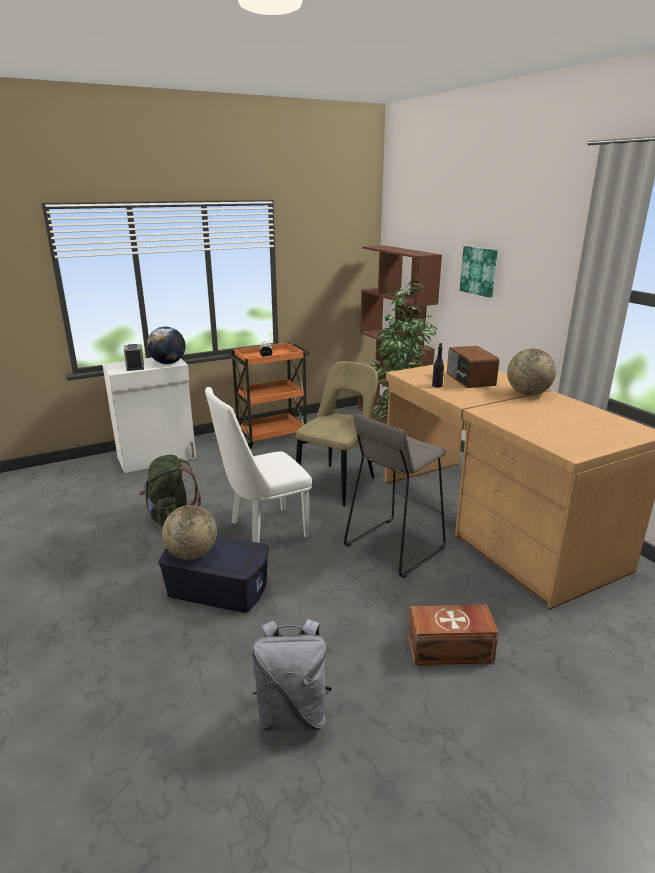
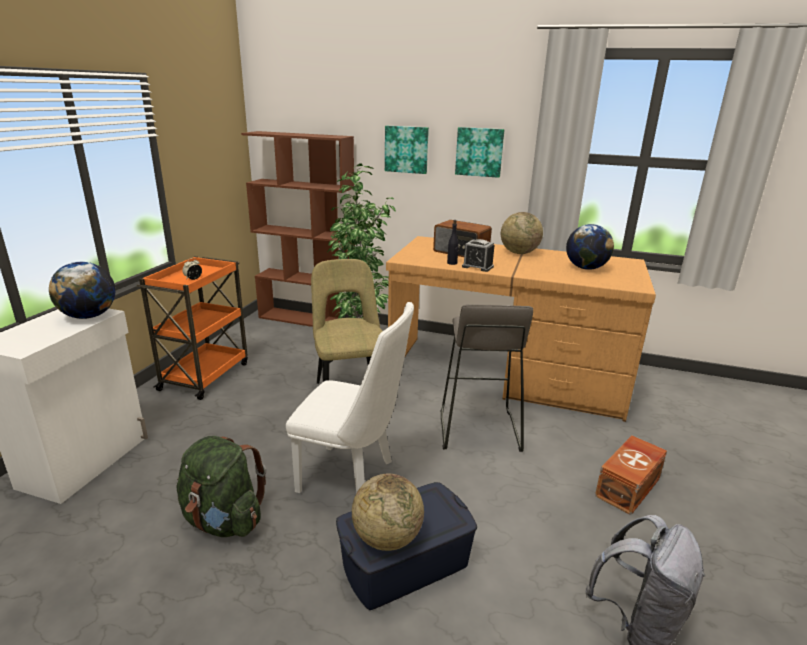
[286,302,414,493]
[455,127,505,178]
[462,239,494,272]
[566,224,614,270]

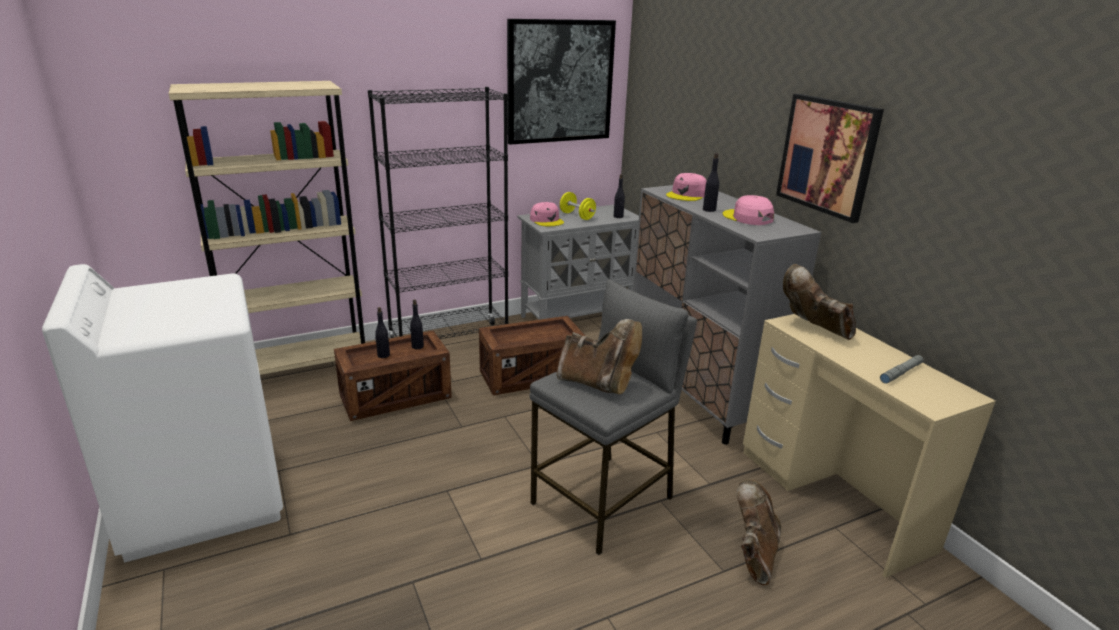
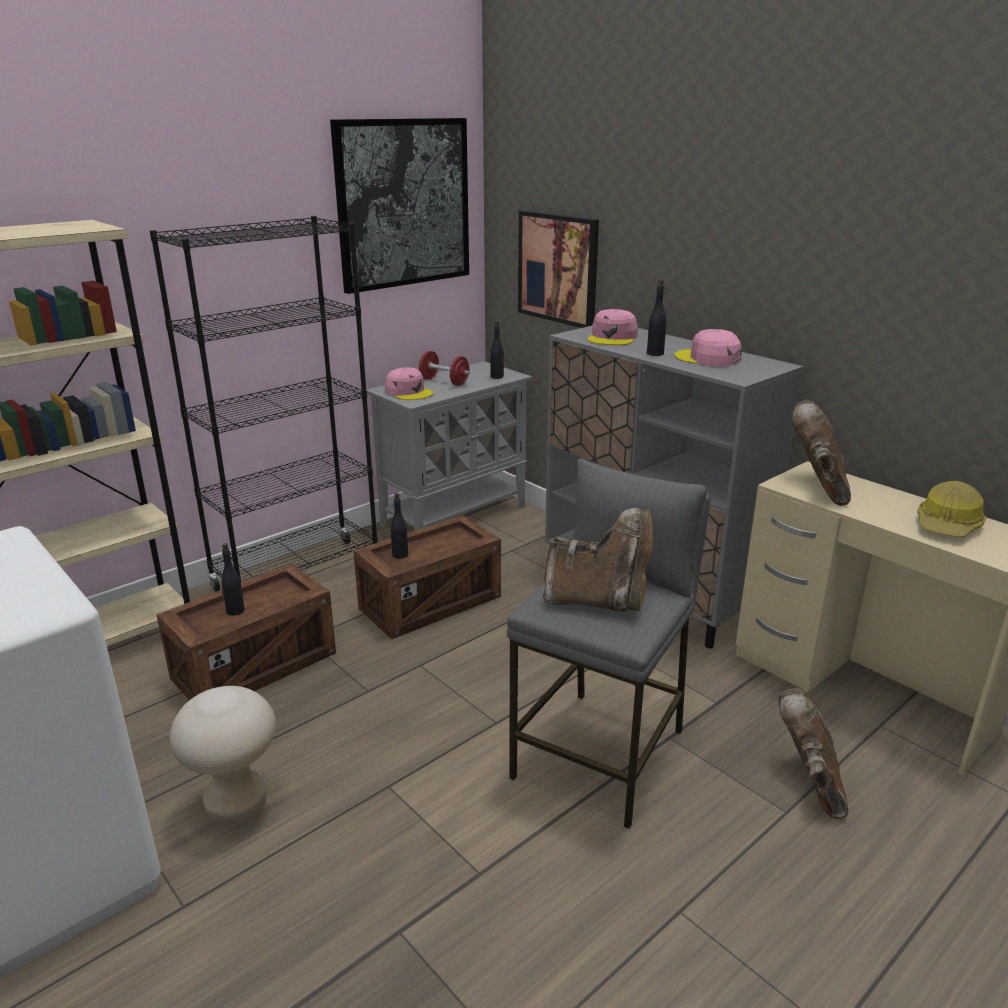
[170,686,276,826]
[390,493,408,559]
[419,351,470,386]
[518,210,599,328]
[792,400,851,506]
[917,481,986,537]

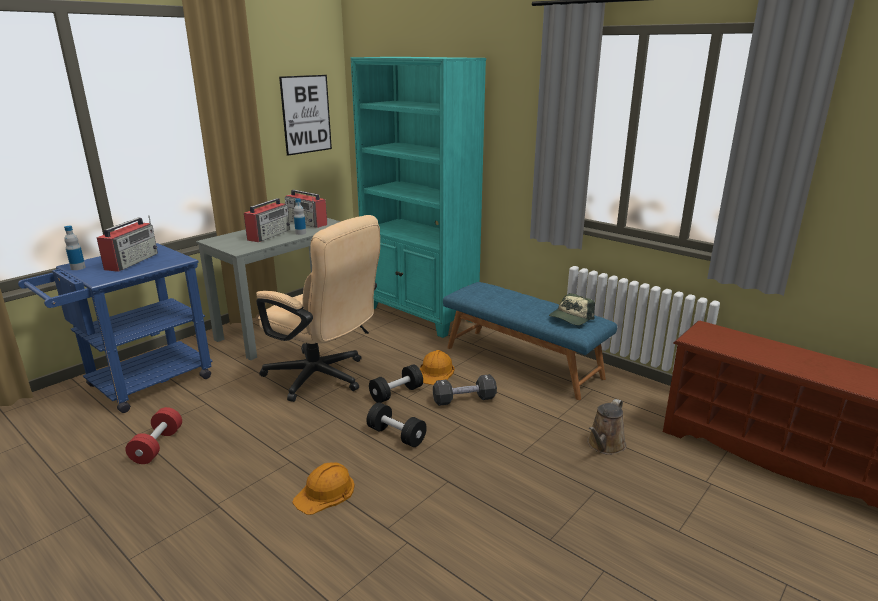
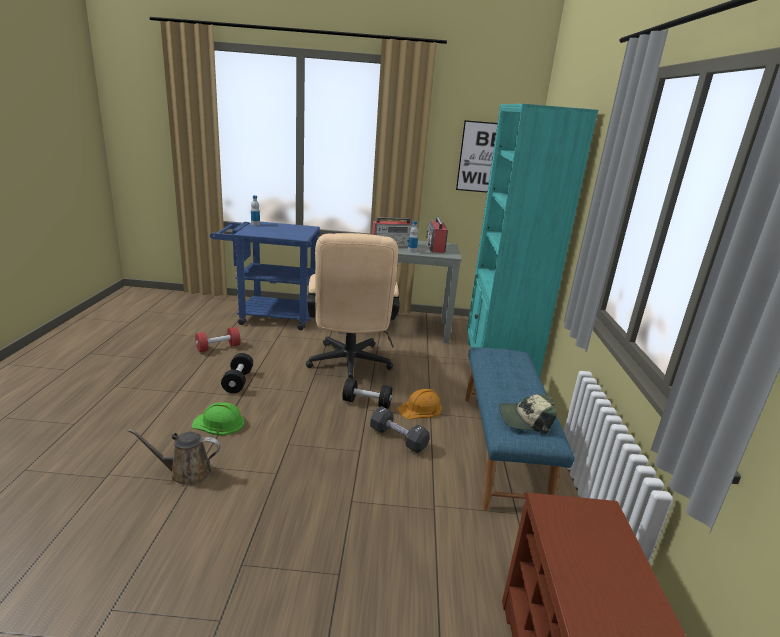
[128,429,221,486]
[191,402,245,436]
[221,353,253,393]
[97,215,158,272] (first image)

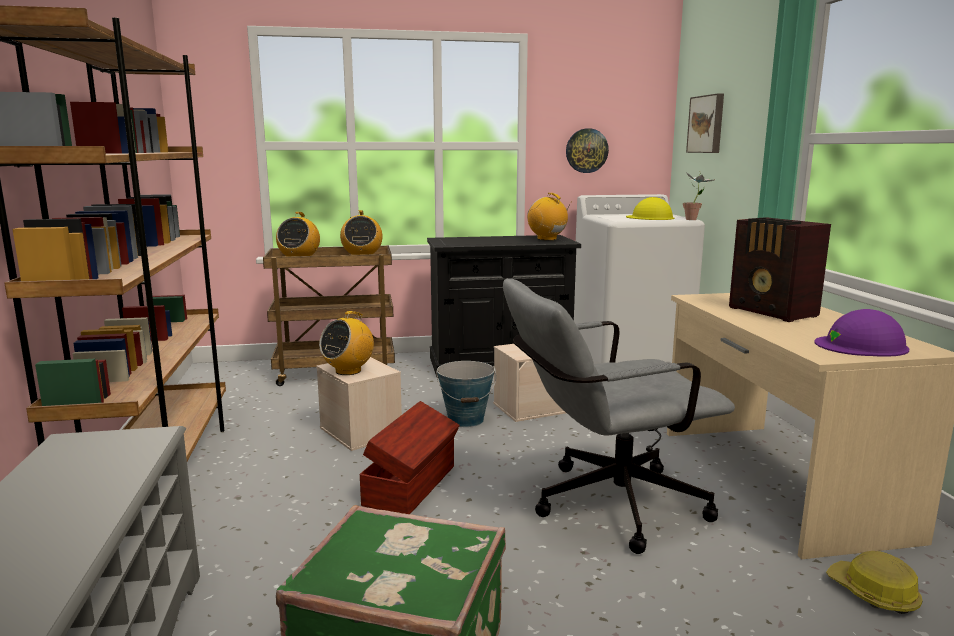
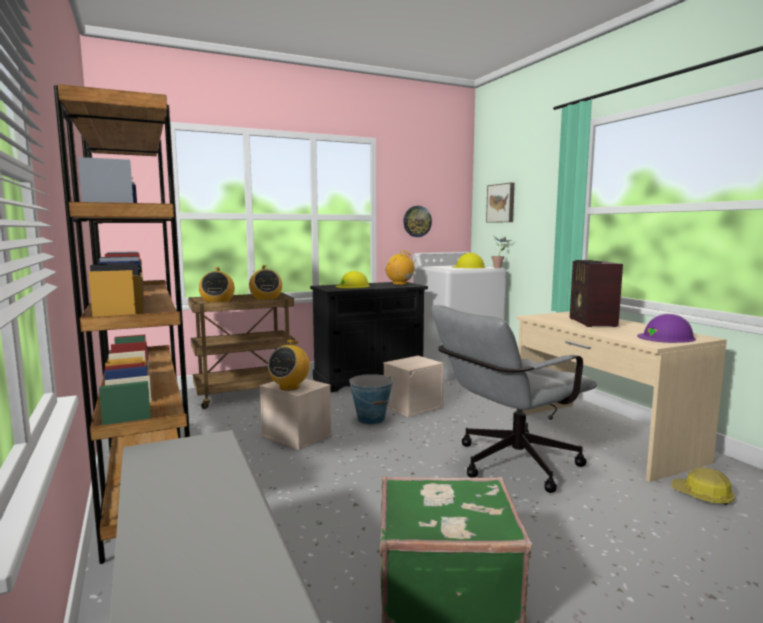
[336,271,370,288]
[570,260,623,327]
[359,401,460,514] (first image)

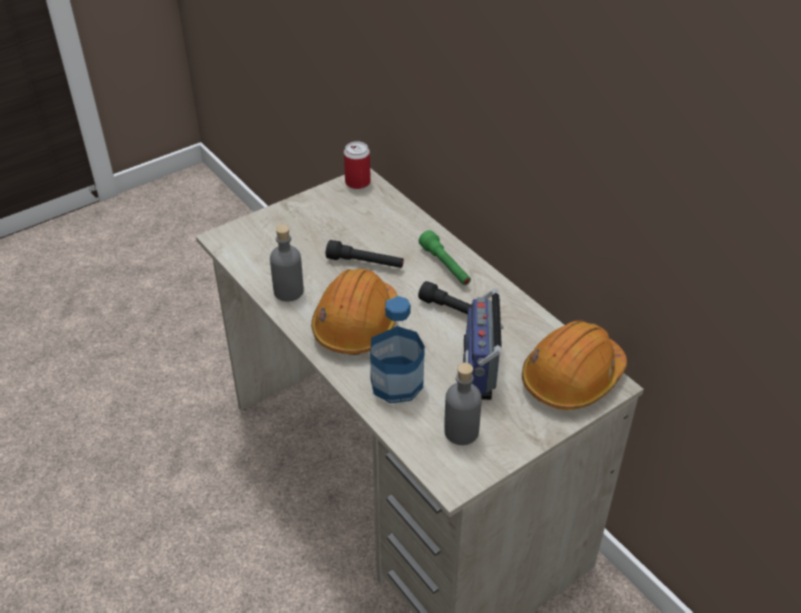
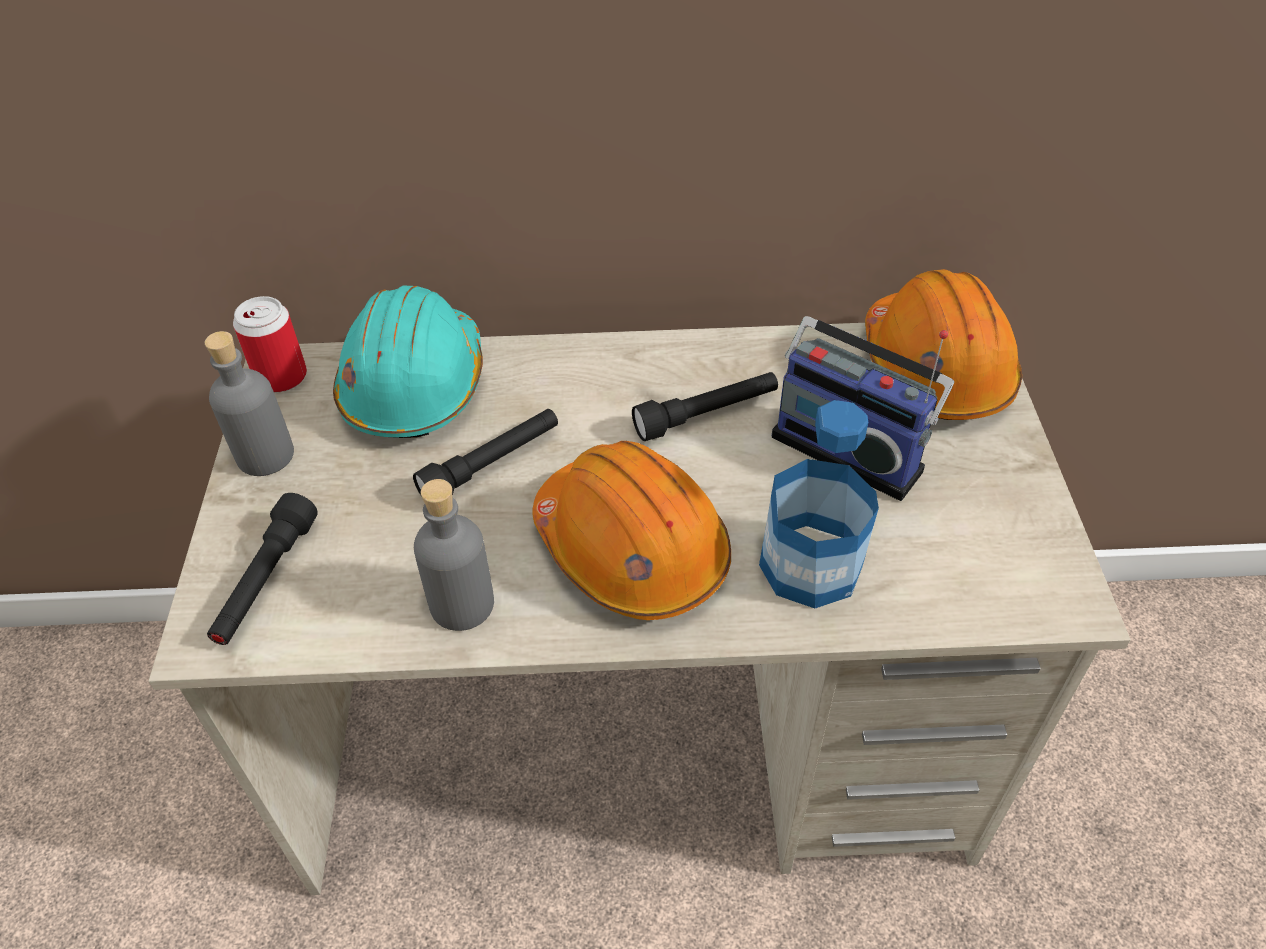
[205,331,294,476]
[207,493,318,645]
[333,286,483,438]
[419,230,471,285] (first image)

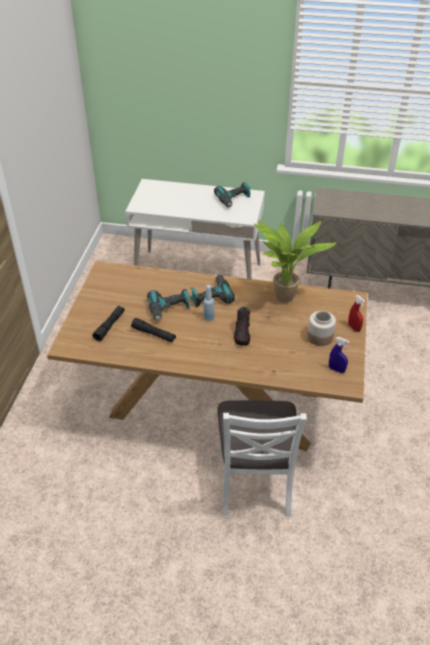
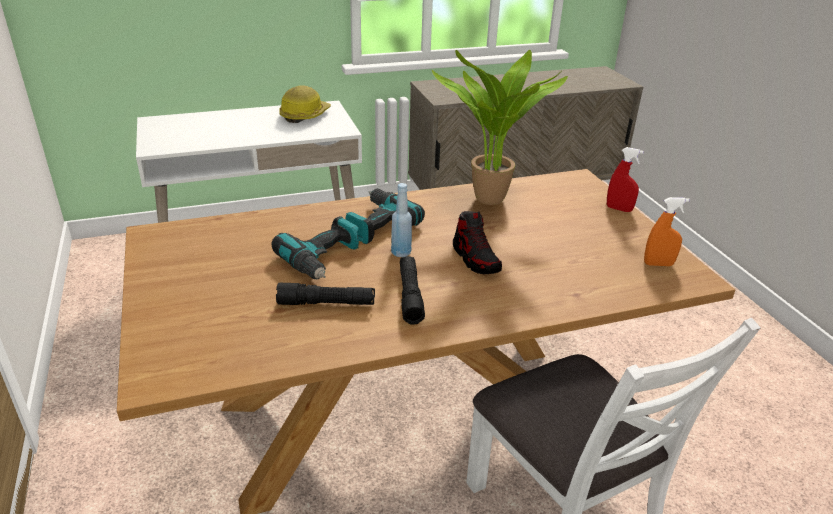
[279,85,331,123]
[400,256,425,325]
[644,197,690,266]
[307,311,336,346] (first image)

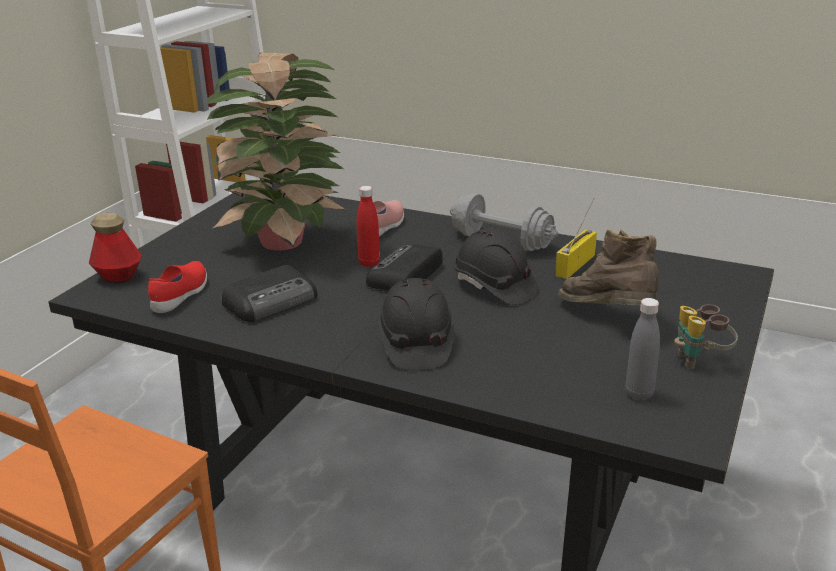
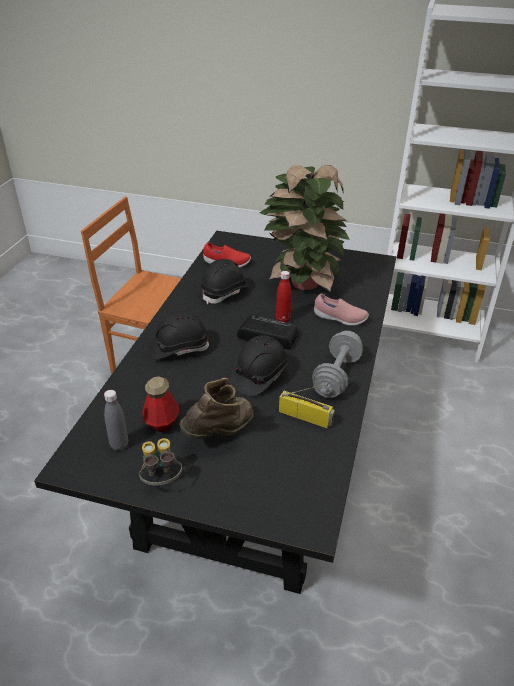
[143,376,179,432]
[200,259,250,304]

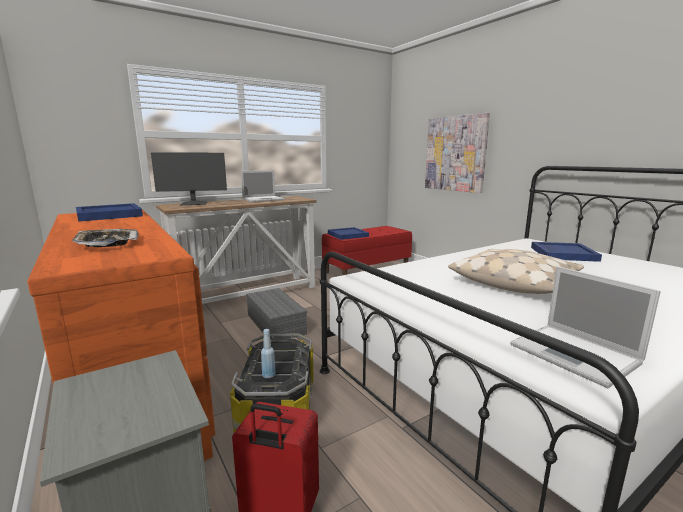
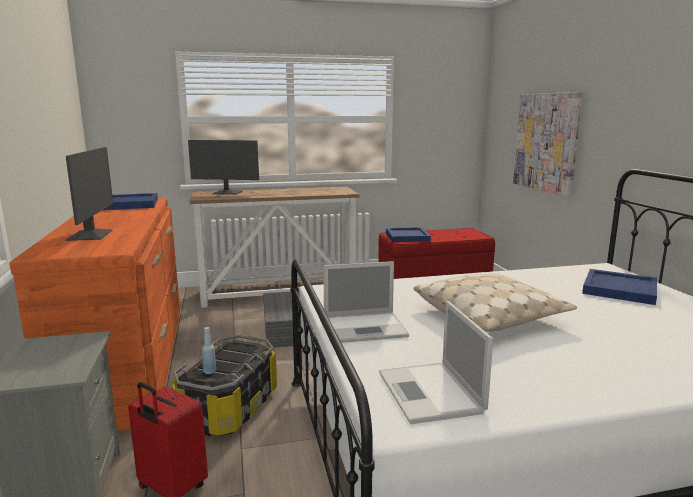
[66,147,113,241]
[323,261,409,343]

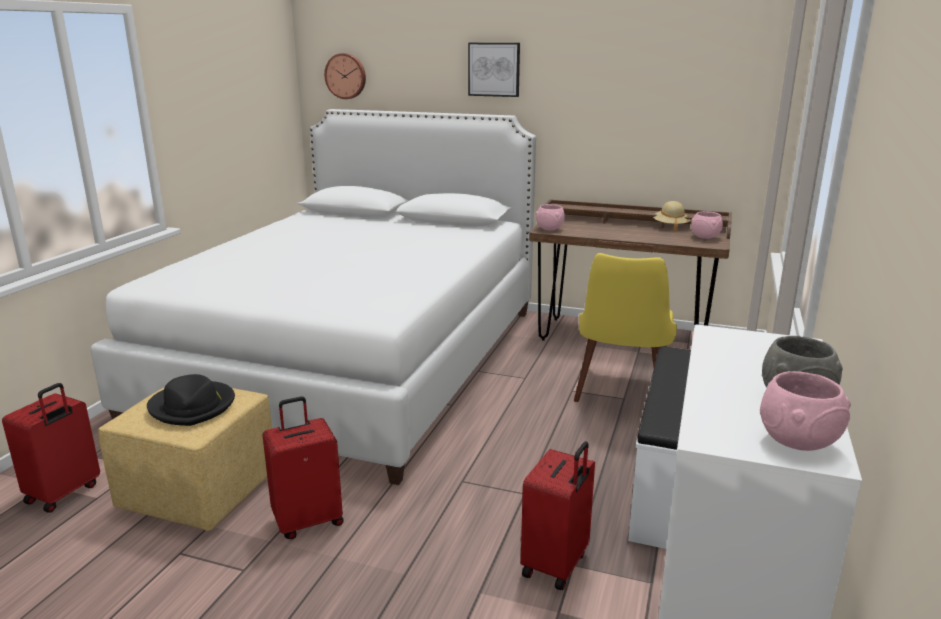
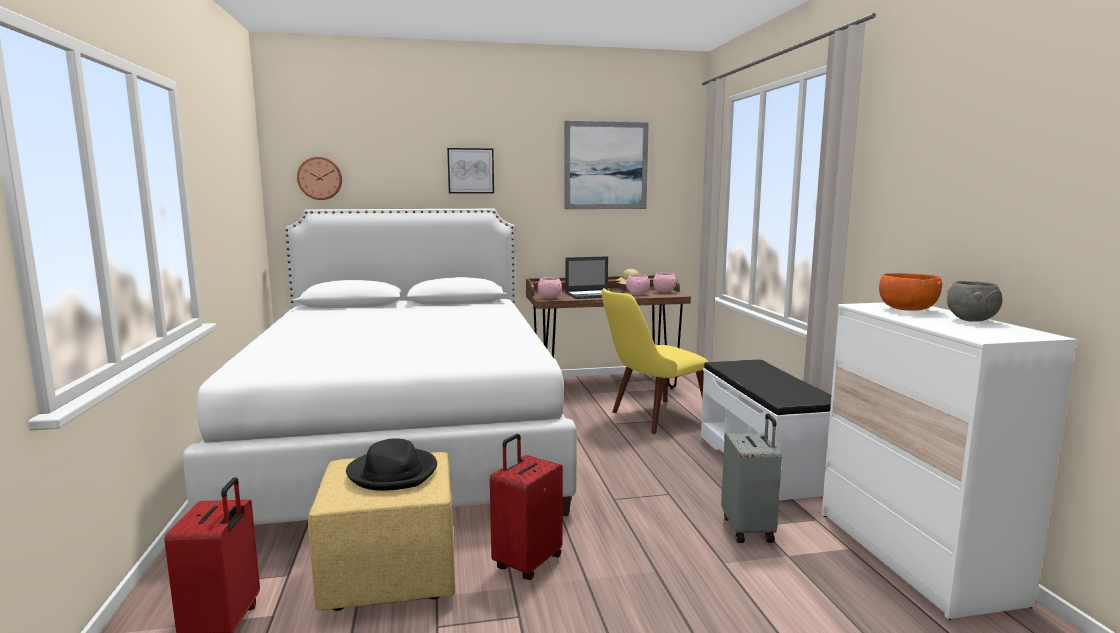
[565,121,649,209]
[565,256,612,299]
[601,288,709,434]
[626,275,650,295]
[721,414,782,543]
[879,273,942,311]

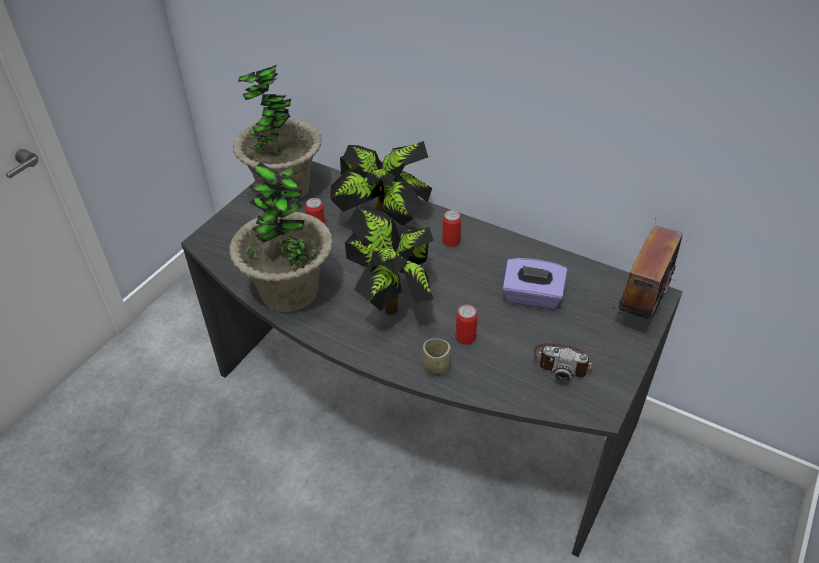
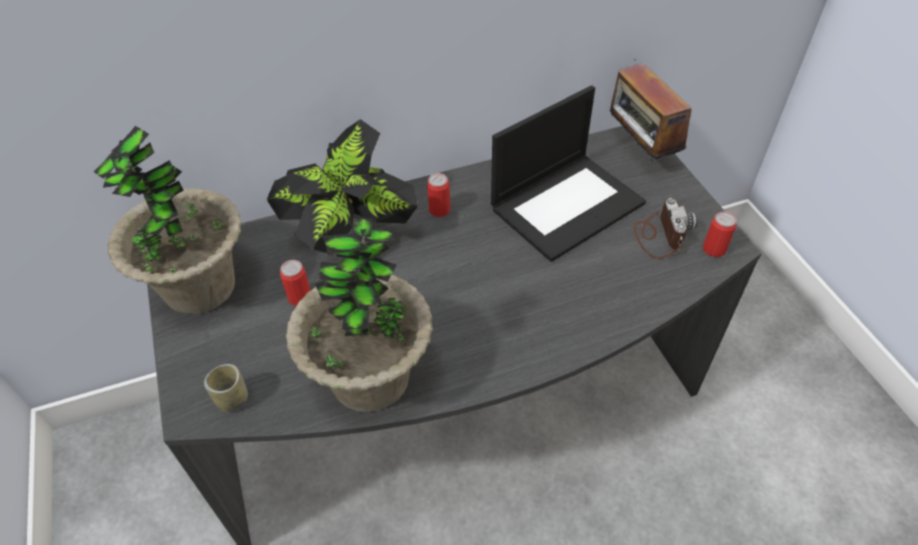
[204,364,248,412]
[491,85,646,262]
[634,198,697,259]
[703,212,736,257]
[345,206,434,315] (first image)

